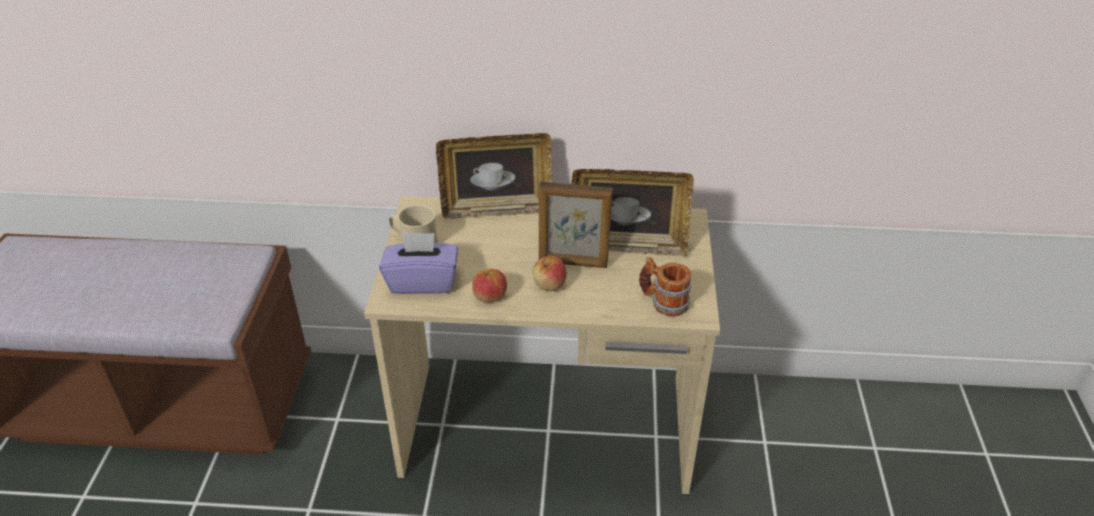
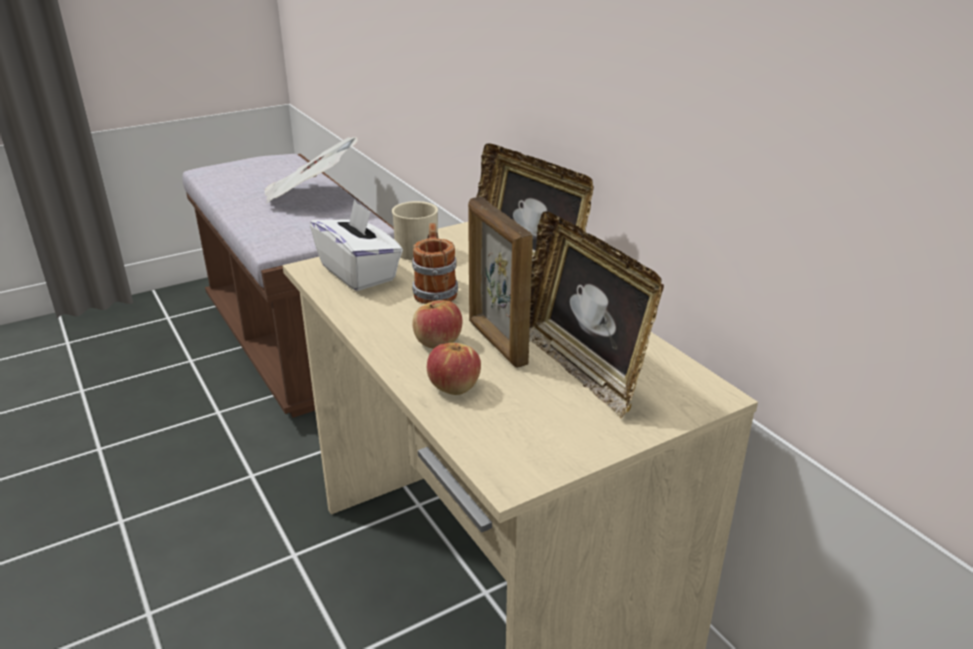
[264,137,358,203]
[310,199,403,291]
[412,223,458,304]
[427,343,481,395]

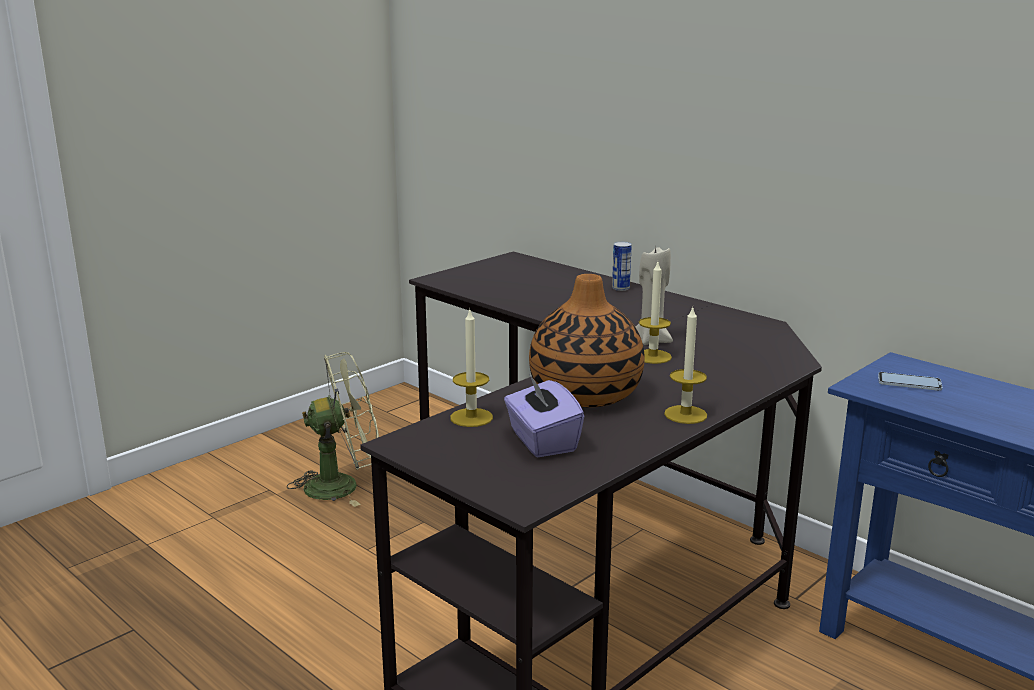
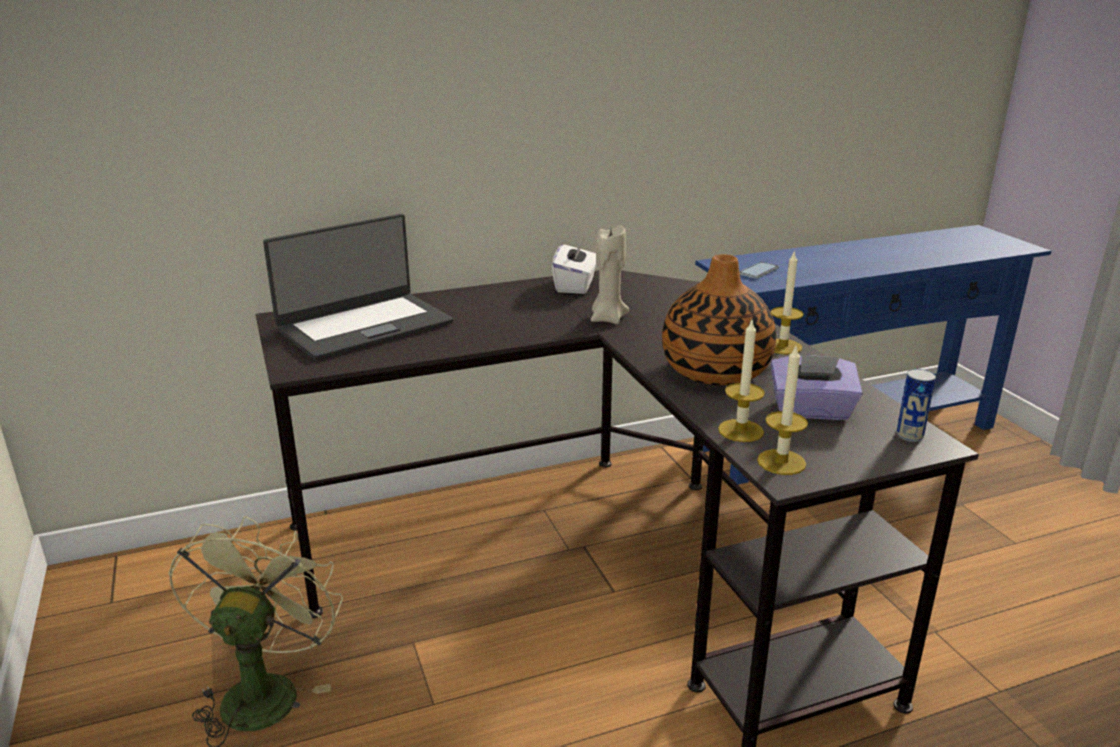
[263,214,453,360]
[552,238,596,294]
[757,346,808,475]
[896,369,936,442]

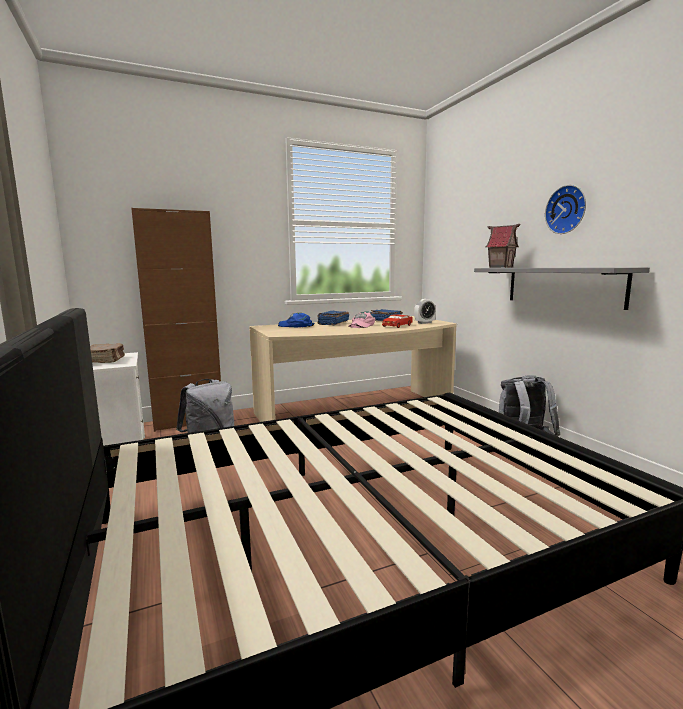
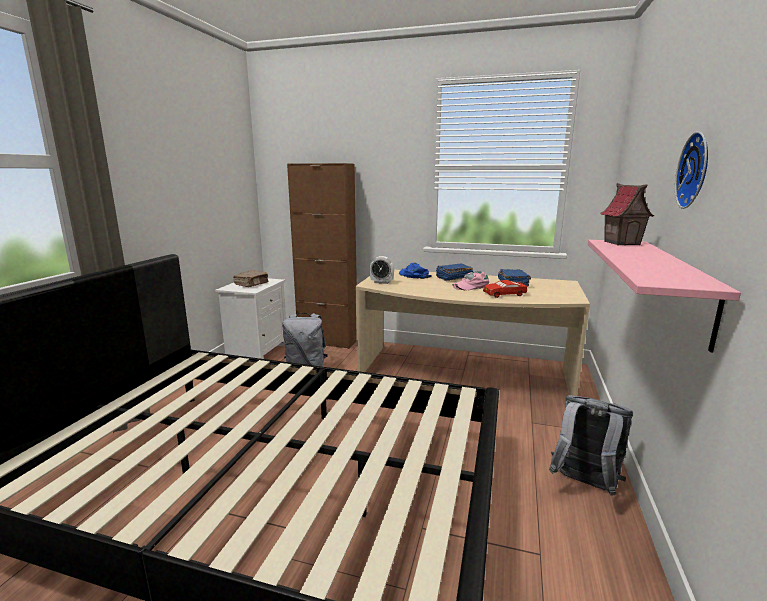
[369,256,394,284]
[588,240,741,353]

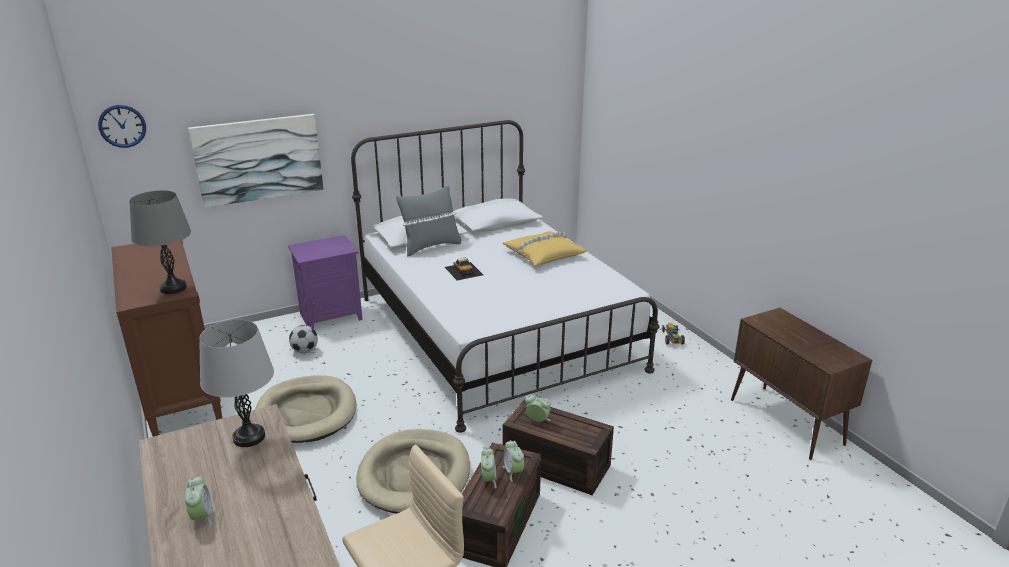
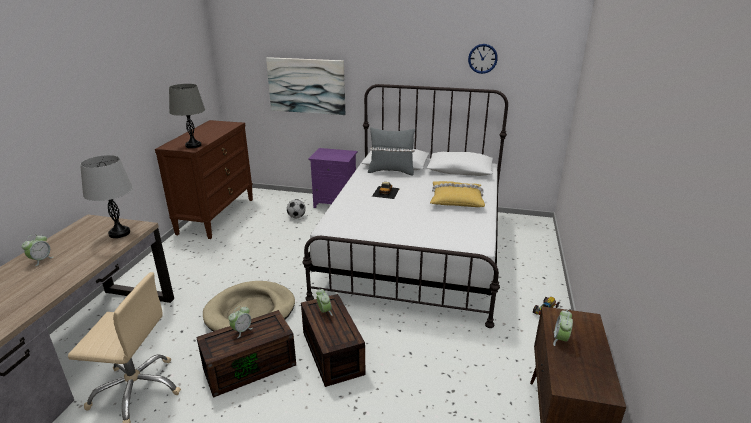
[468,44,498,74]
[553,310,573,346]
[255,376,356,443] (first image)

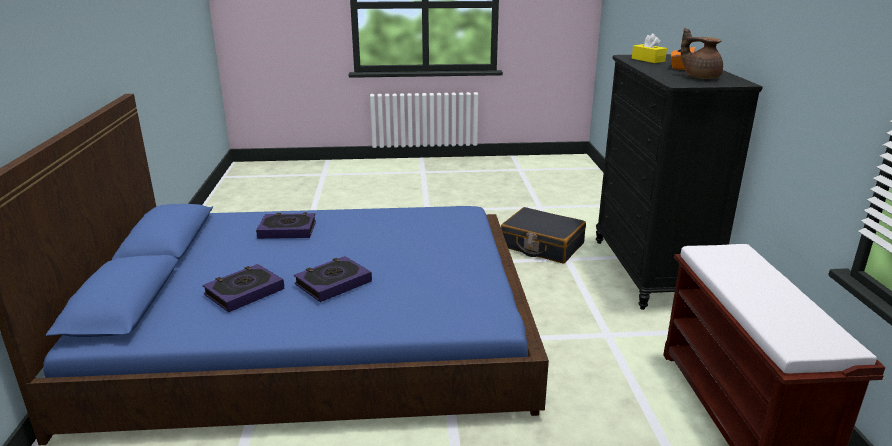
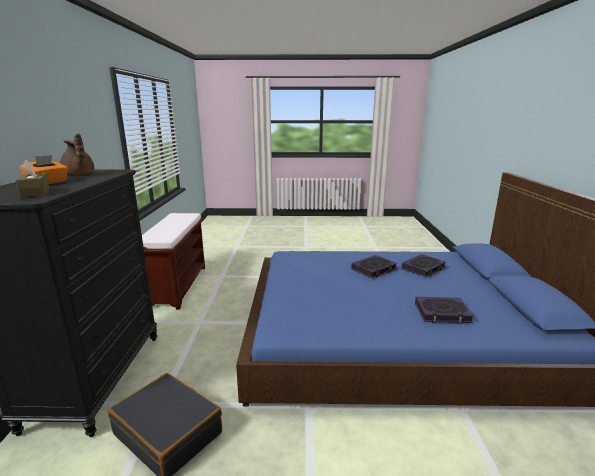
[15,160,50,198]

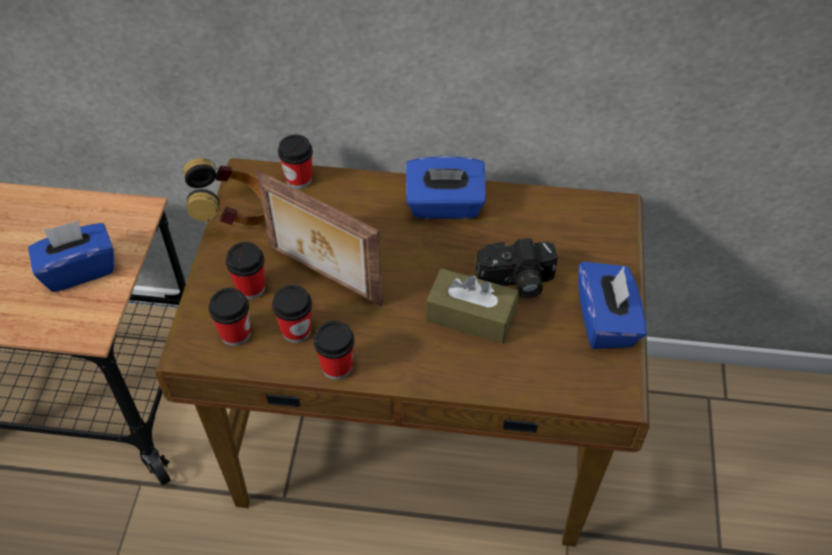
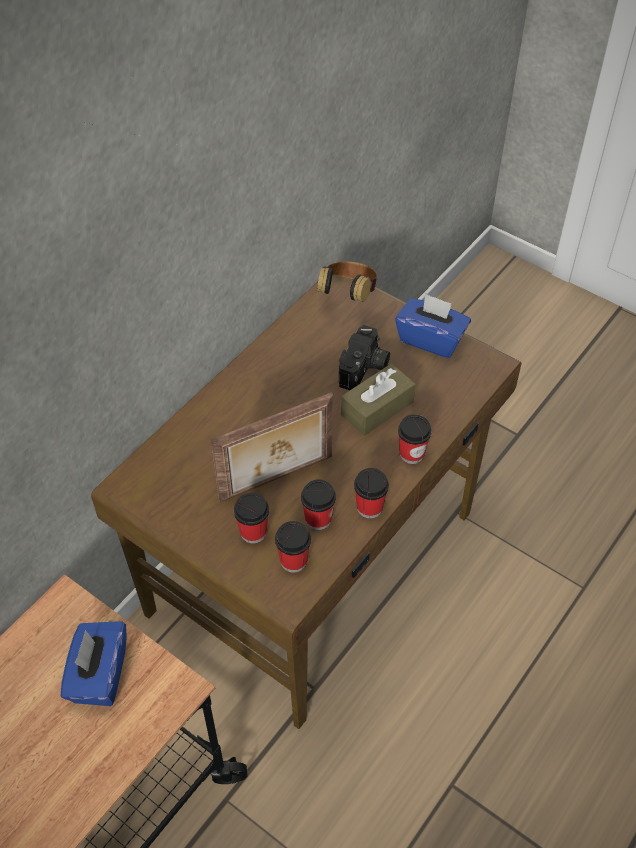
[317,261,378,302]
[398,414,431,464]
[406,156,486,219] (first image)

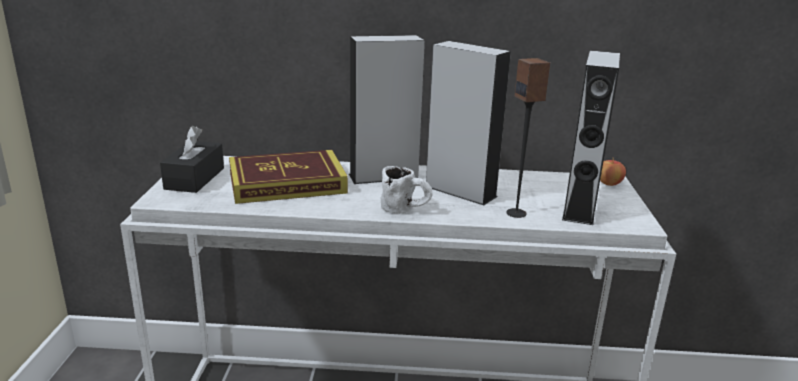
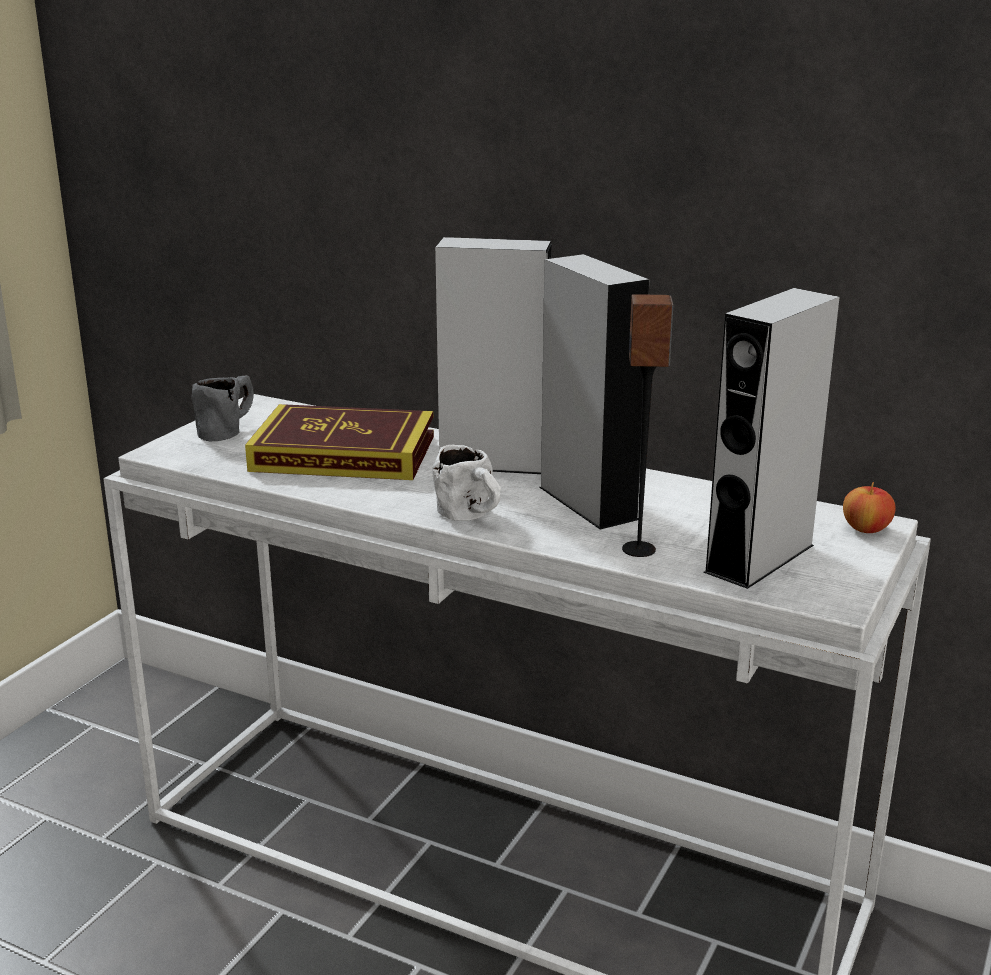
[192,375,254,441]

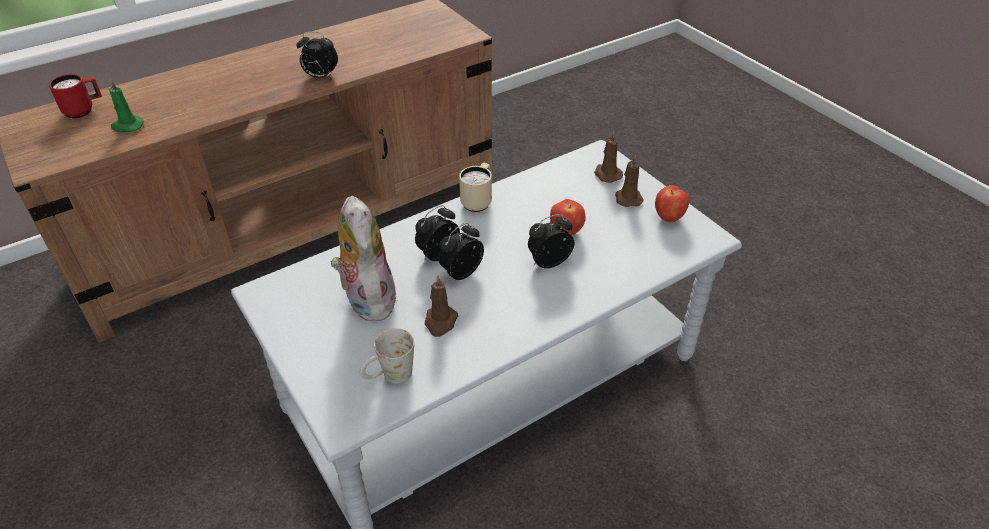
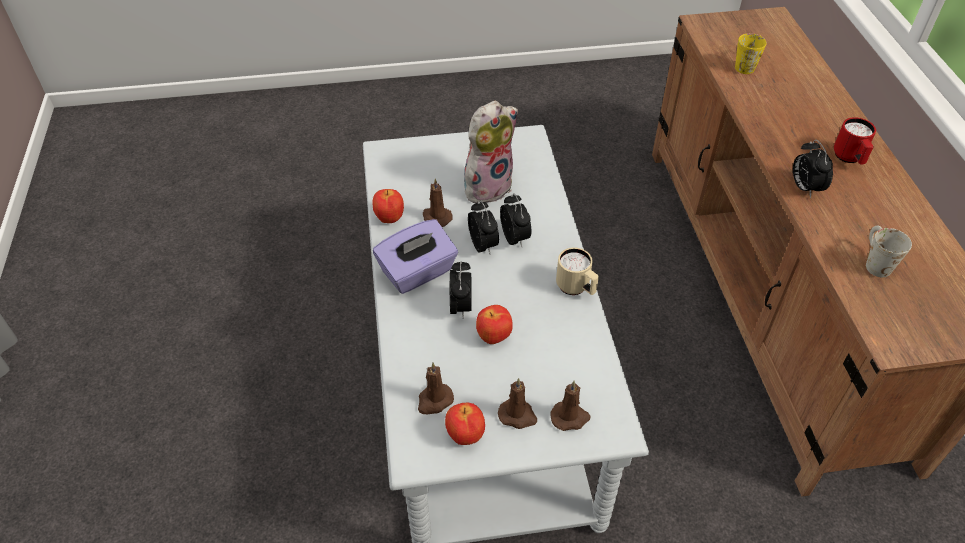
[372,189,404,223]
[373,219,458,294]
[418,363,454,414]
[464,101,518,203]
[735,33,767,74]
[793,140,833,198]
[834,117,876,164]
[866,226,912,277]

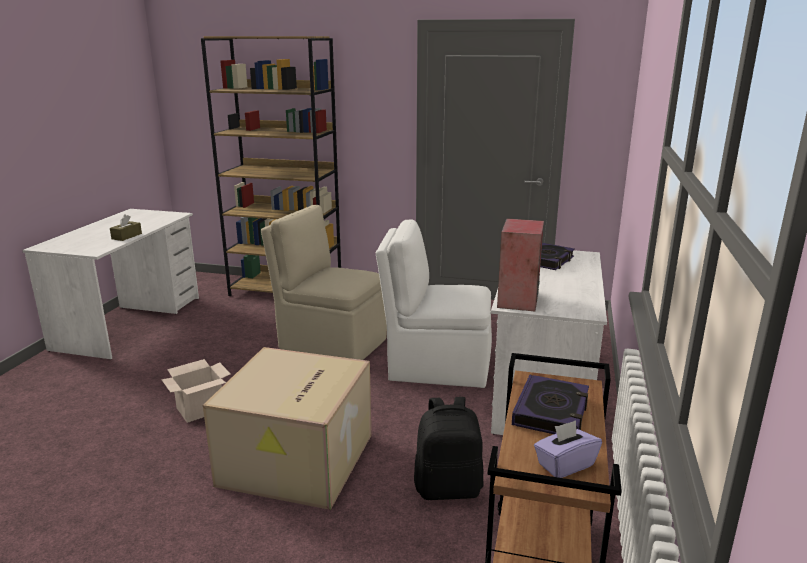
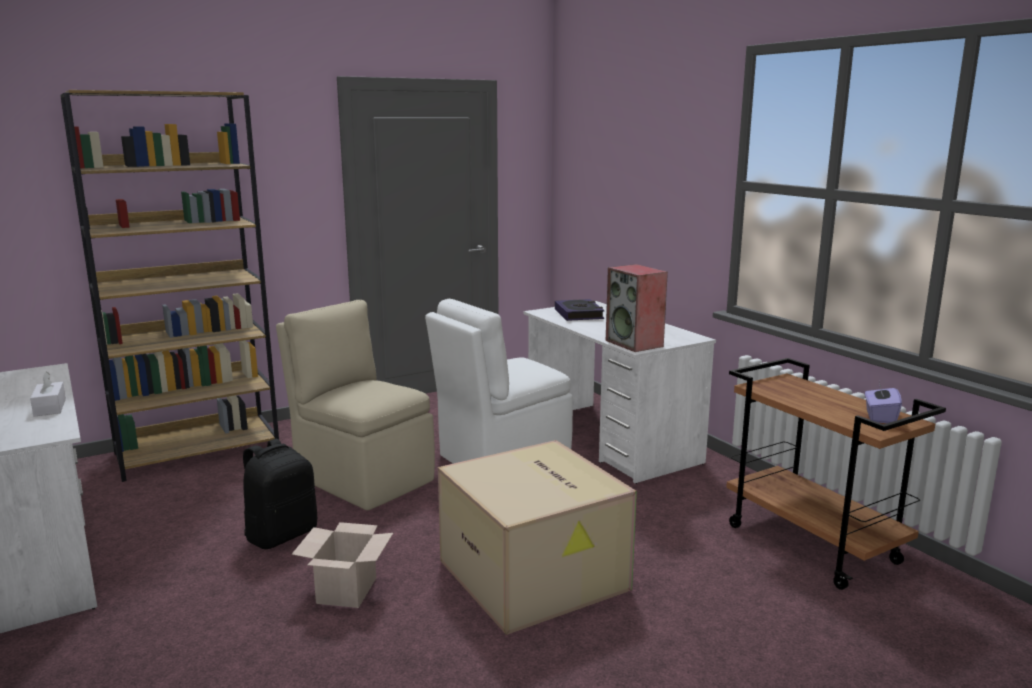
[30,371,66,417]
[243,439,317,549]
[276,300,435,510]
[512,375,589,434] (first image)

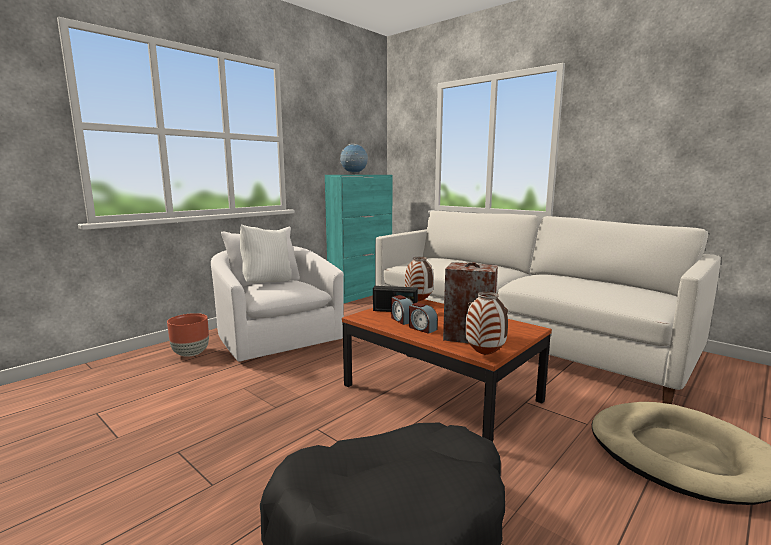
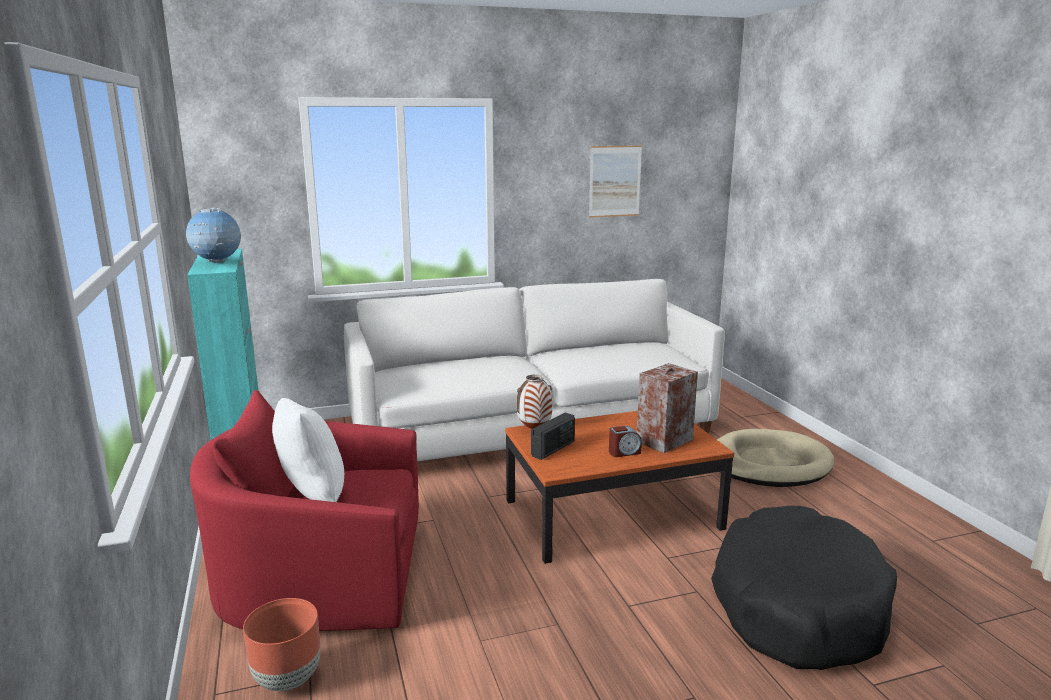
[190,390,419,631]
[589,145,642,218]
[391,295,413,325] (first image)
[465,292,508,355] (first image)

